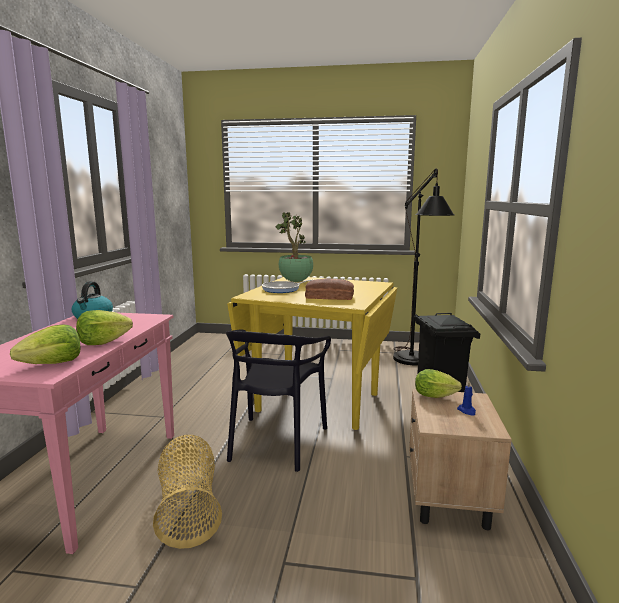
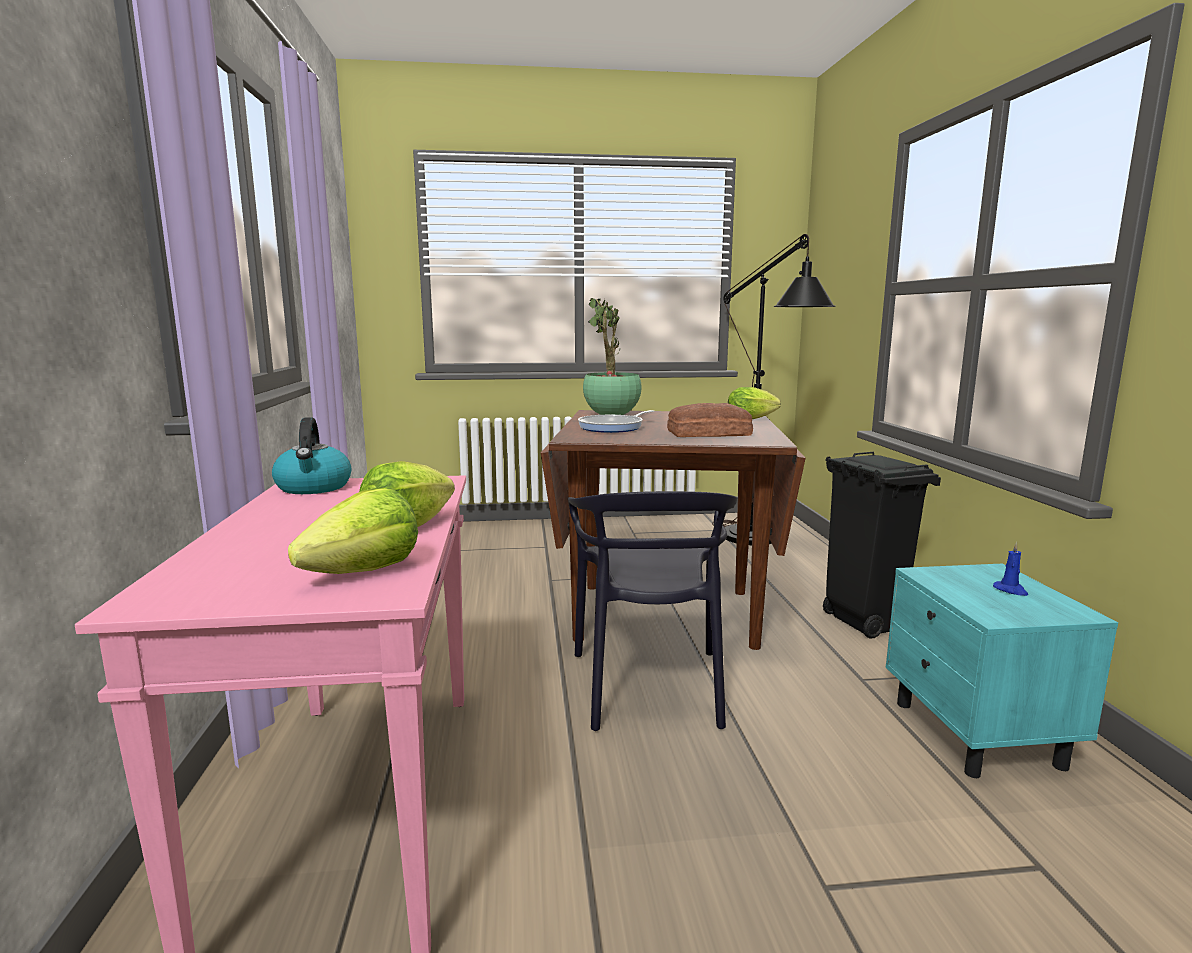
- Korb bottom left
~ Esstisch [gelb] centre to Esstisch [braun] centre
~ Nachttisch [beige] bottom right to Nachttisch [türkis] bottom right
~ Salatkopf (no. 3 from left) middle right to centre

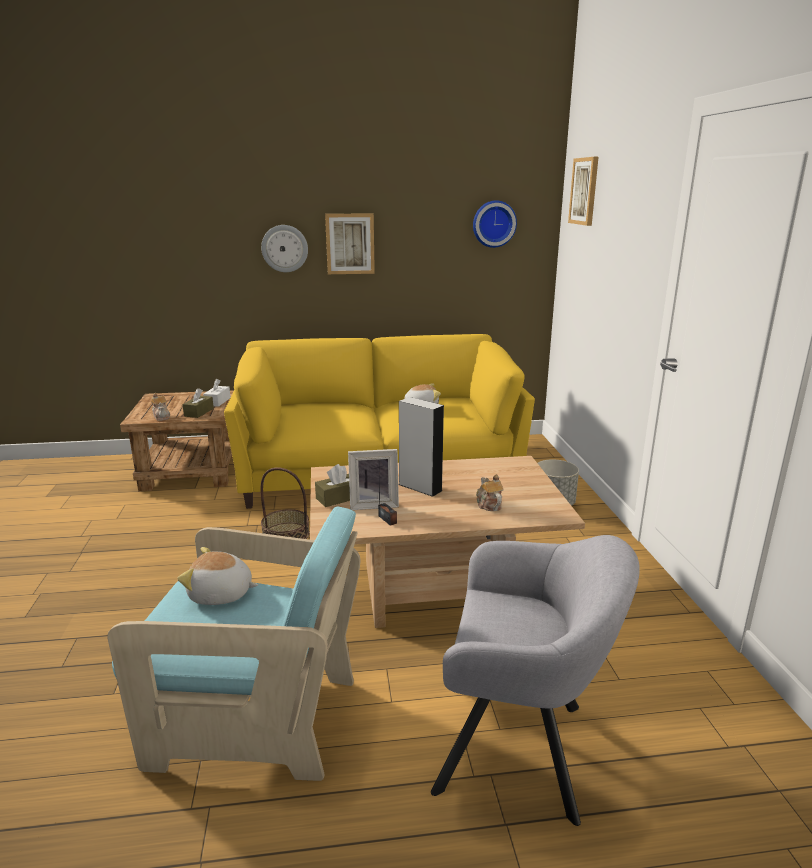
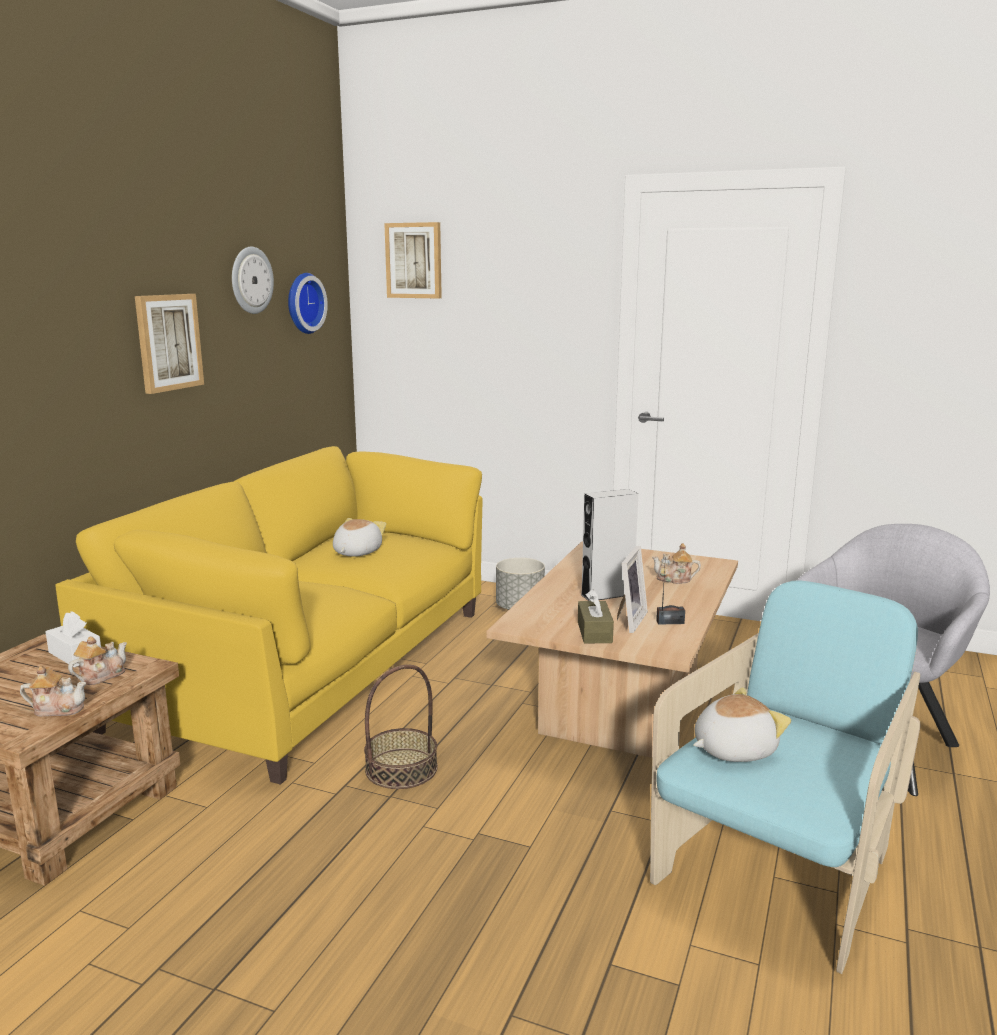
~ Plüschtier (no. 1 from left in the first image) middle left = bottom right 150 degrees counterclockwise
~ Taschentuchbox [braun] (no. 1 from left) middle left to Teekanne (no. 2 from left) middle left
~ Wanduhr (no. 1 from left) top centre to top left

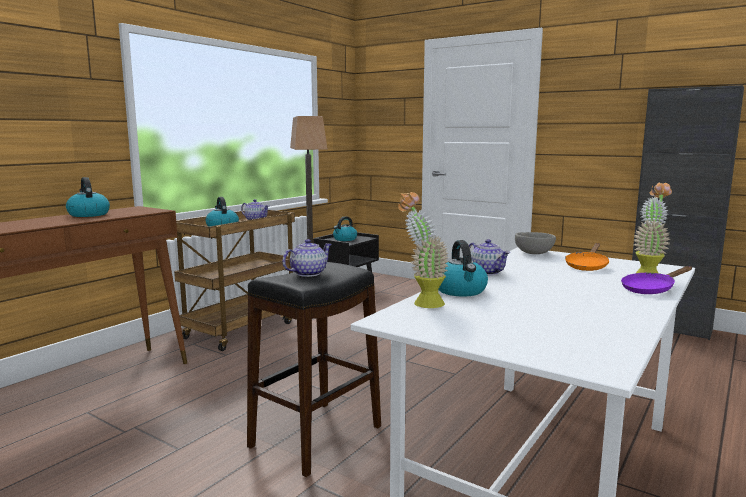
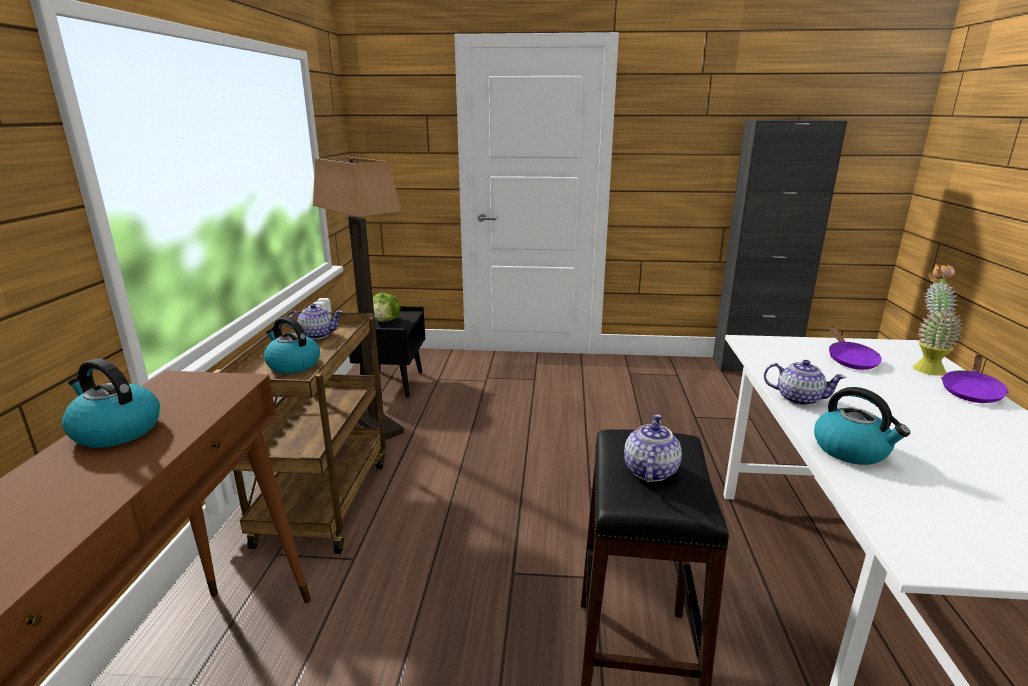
~ Wasserkessel (no. 3 from left) centre to Salatkopf centre
- Topfpflanze (no. 1 from left) centre
- Schüssel [grau] middle right
~ Pfanne [orange] middle right to Pfanne [lila] (no. 1 from left) middle right

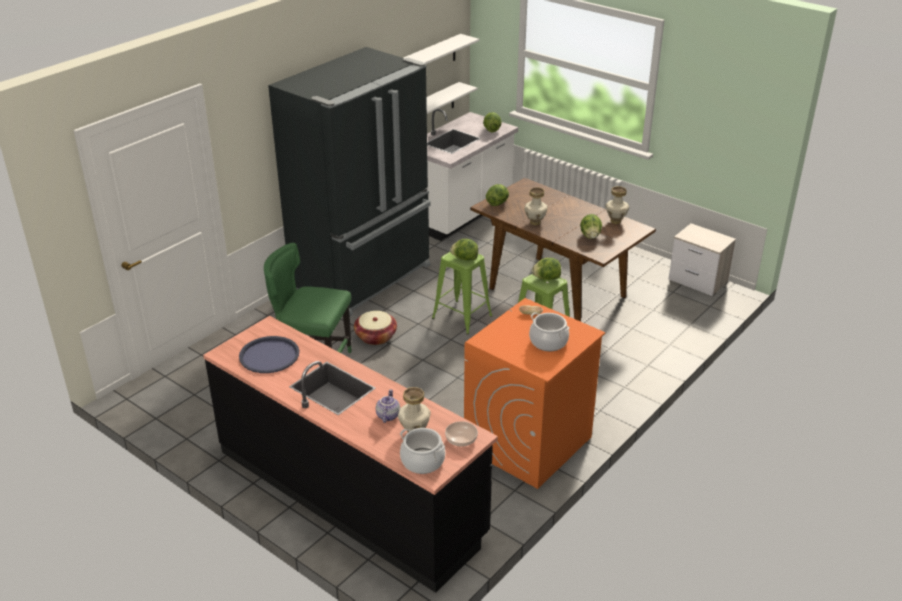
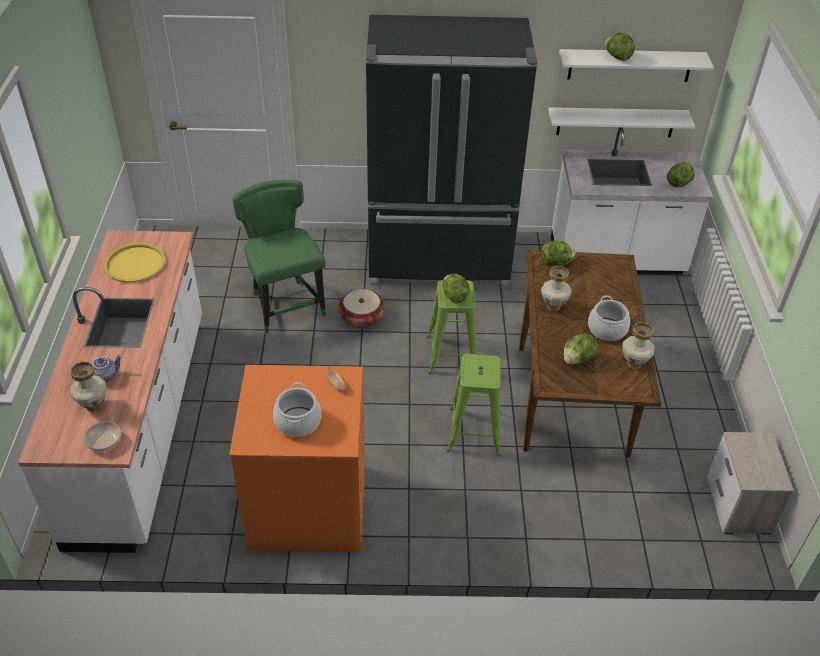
~ Küchenzeile [schwarz] bottom centre to Küchenzeile [weiß] (no. 1 from left) middle left
~ Tablett [blau] middle left to Tablett [gelb] middle left
~ Kochtopf (no. 1 from left in the first image) bottom centre to Kochtopf (no. 2 from left) middle right
~ Salatkopf (no. 4 from left) centre to top right

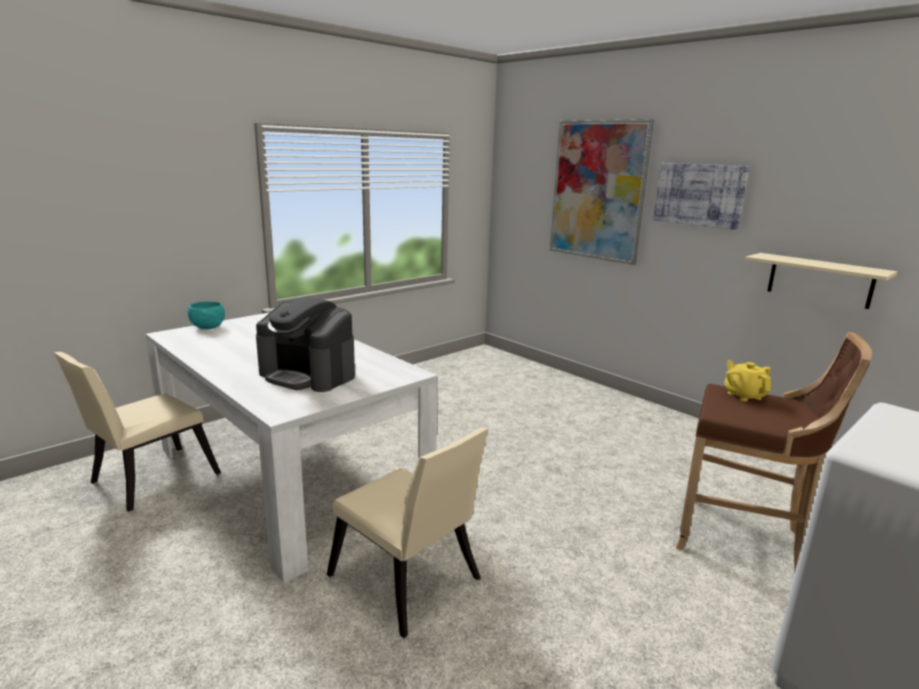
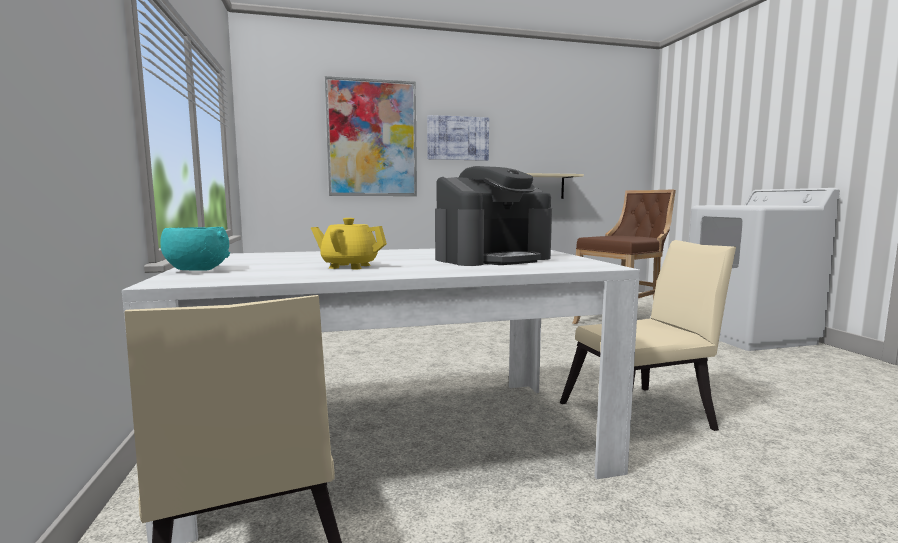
~ Teekanne [gelb] middle right to centre

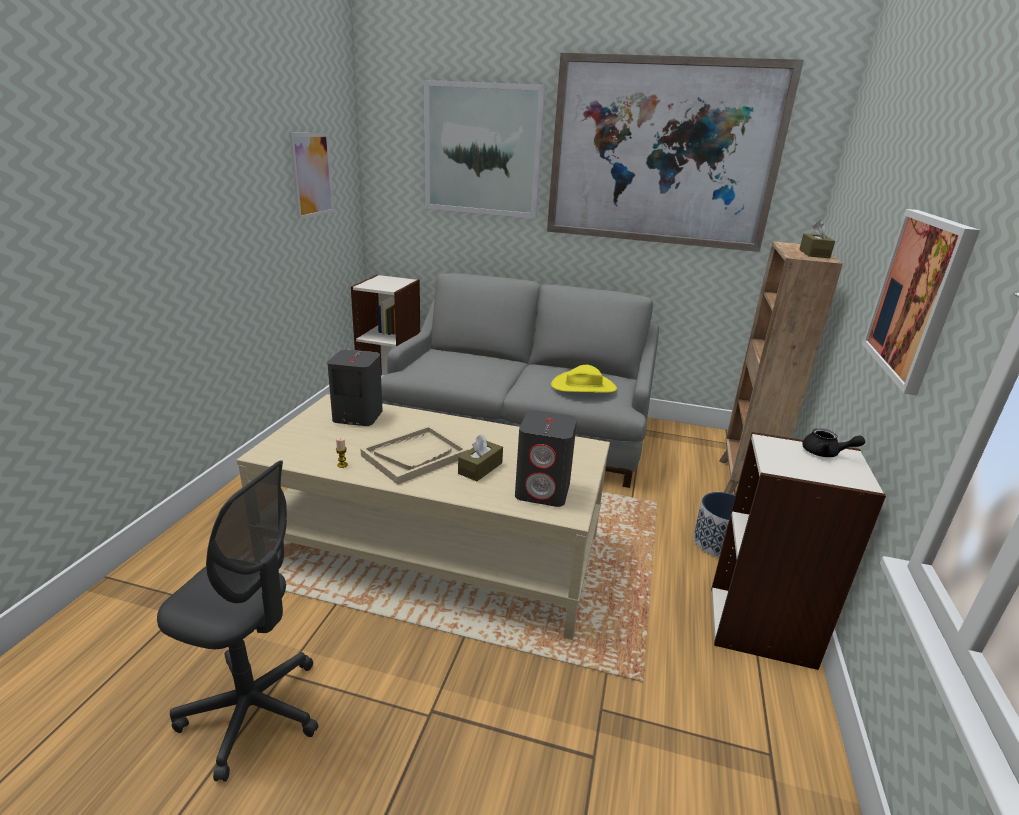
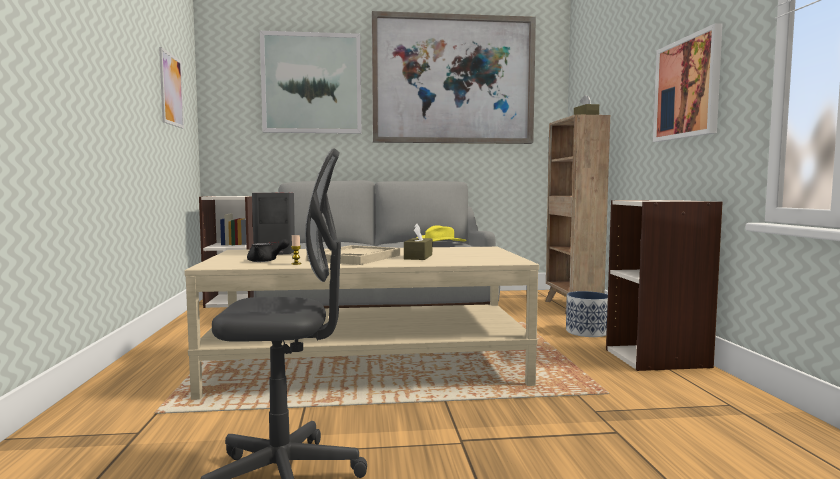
- Lautsprecher [grau] (no. 2 from left) centre
~ Teekanne [schwarz] middle right to middle left

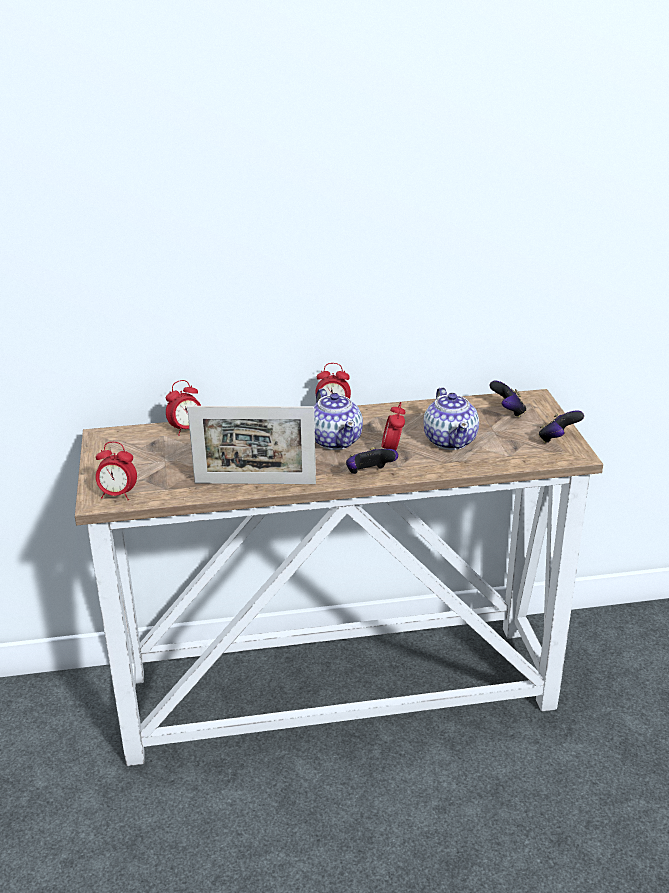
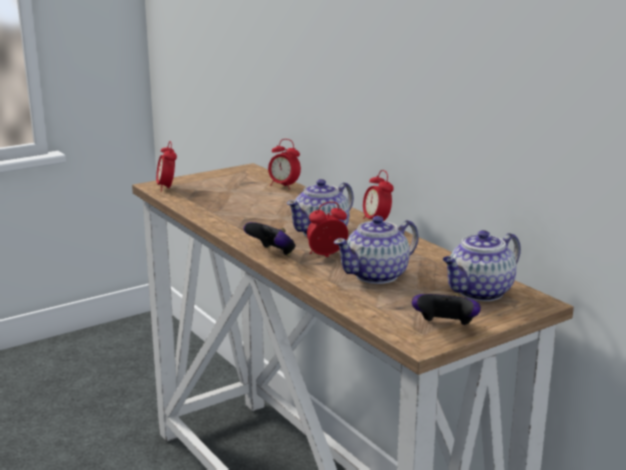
- Bilderrahmen centre
~ Gamepad (no. 2 from left) middle right to Teekanne (no. 3 from left) middle right

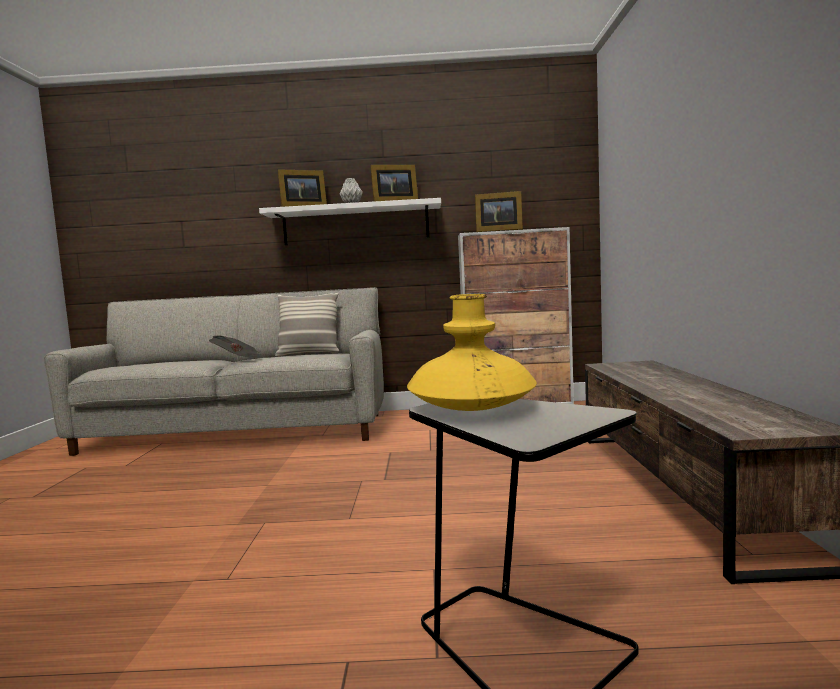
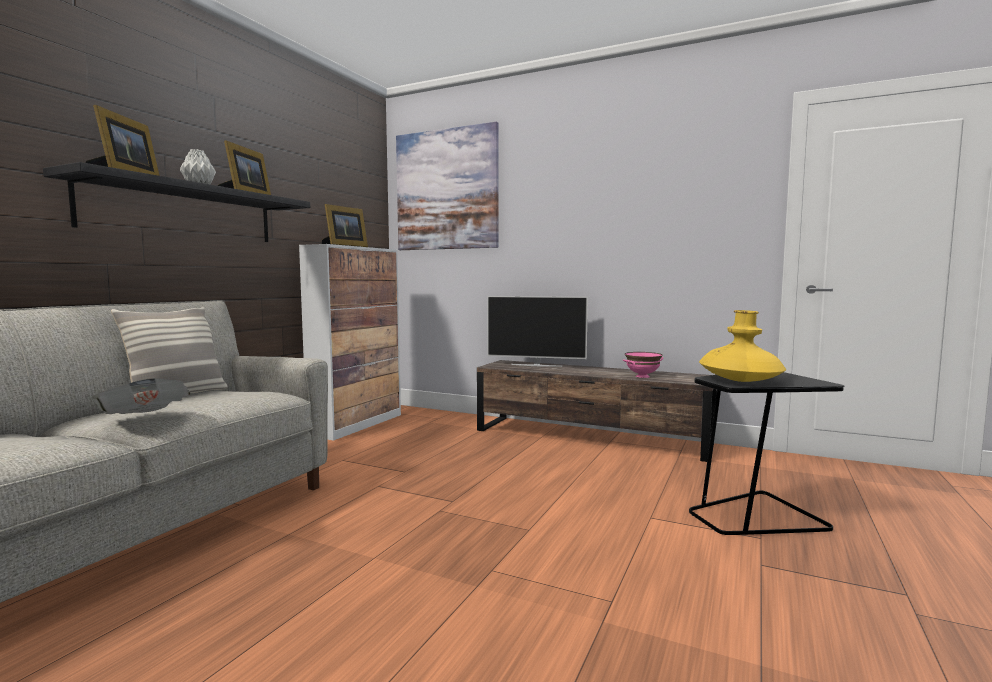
~ Wandregal [weiß] top centre to Wandregal [schwarz] top left
+ Bild top centre
+ Fernseher centre
+ Schüssel [rosa] centre

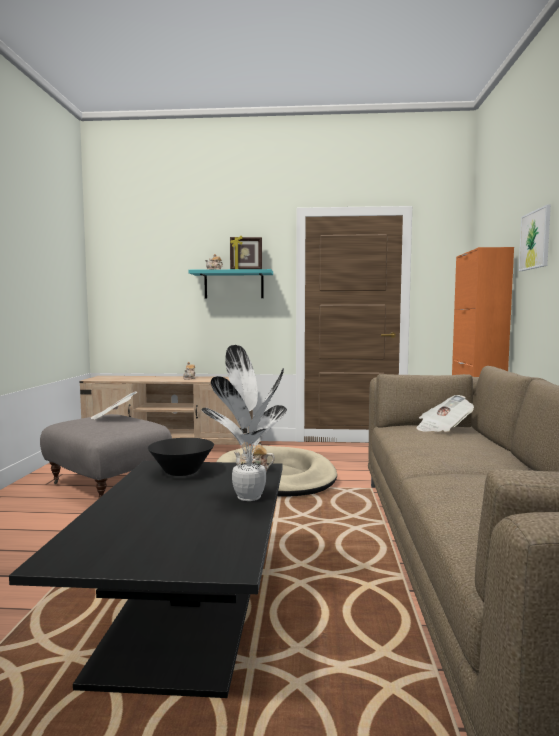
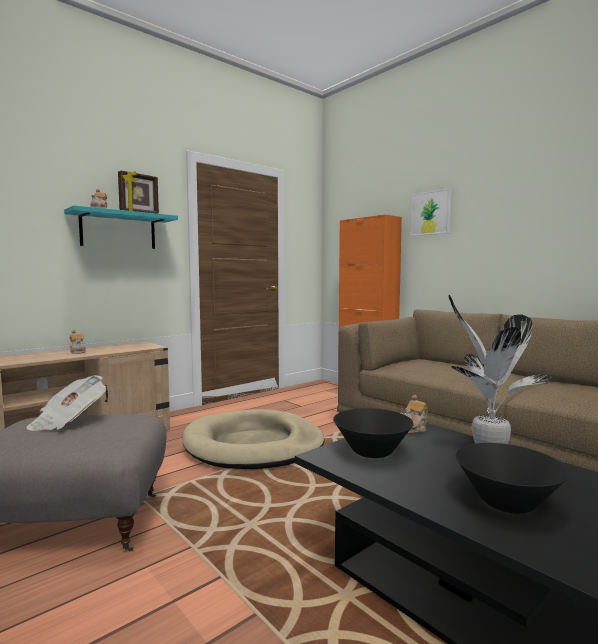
- Zeitung (no. 2 from left) middle right
+ Schüssel [schwarz] (no. 2 from left) bottom right

